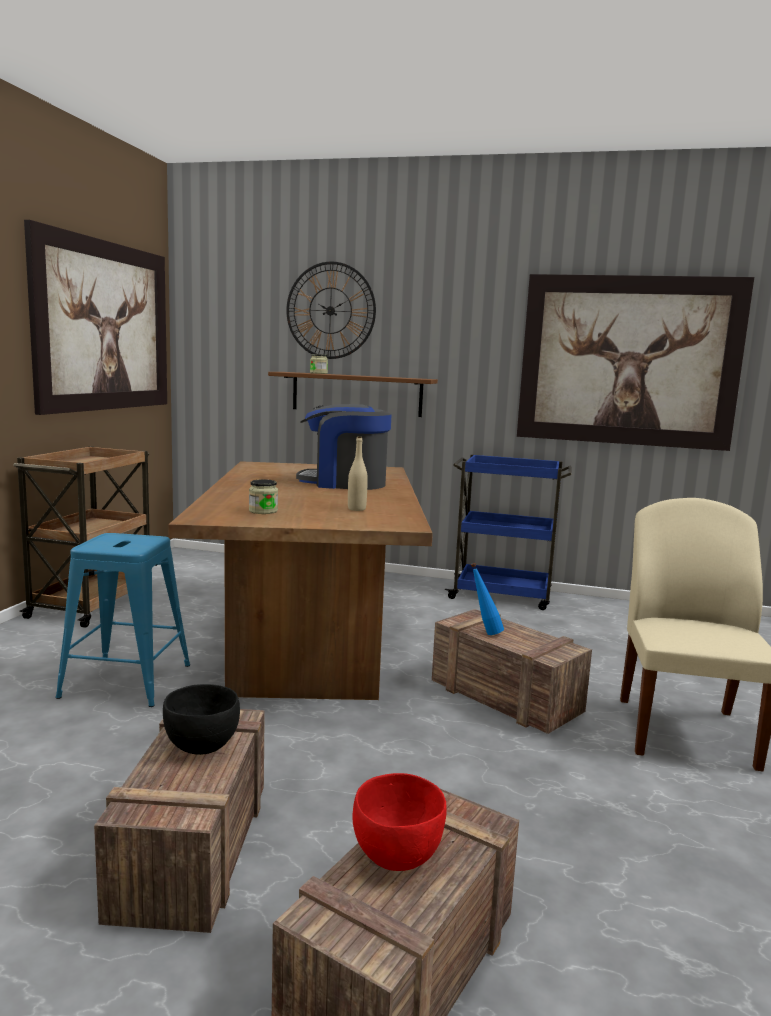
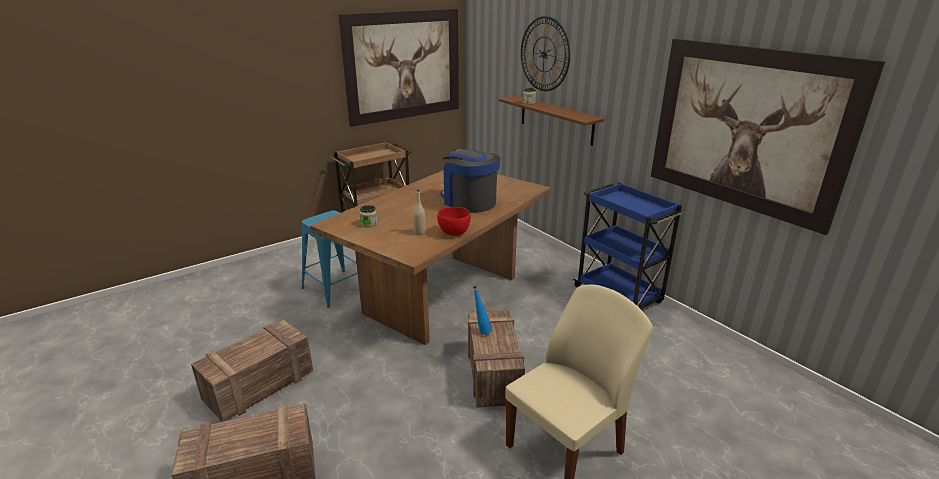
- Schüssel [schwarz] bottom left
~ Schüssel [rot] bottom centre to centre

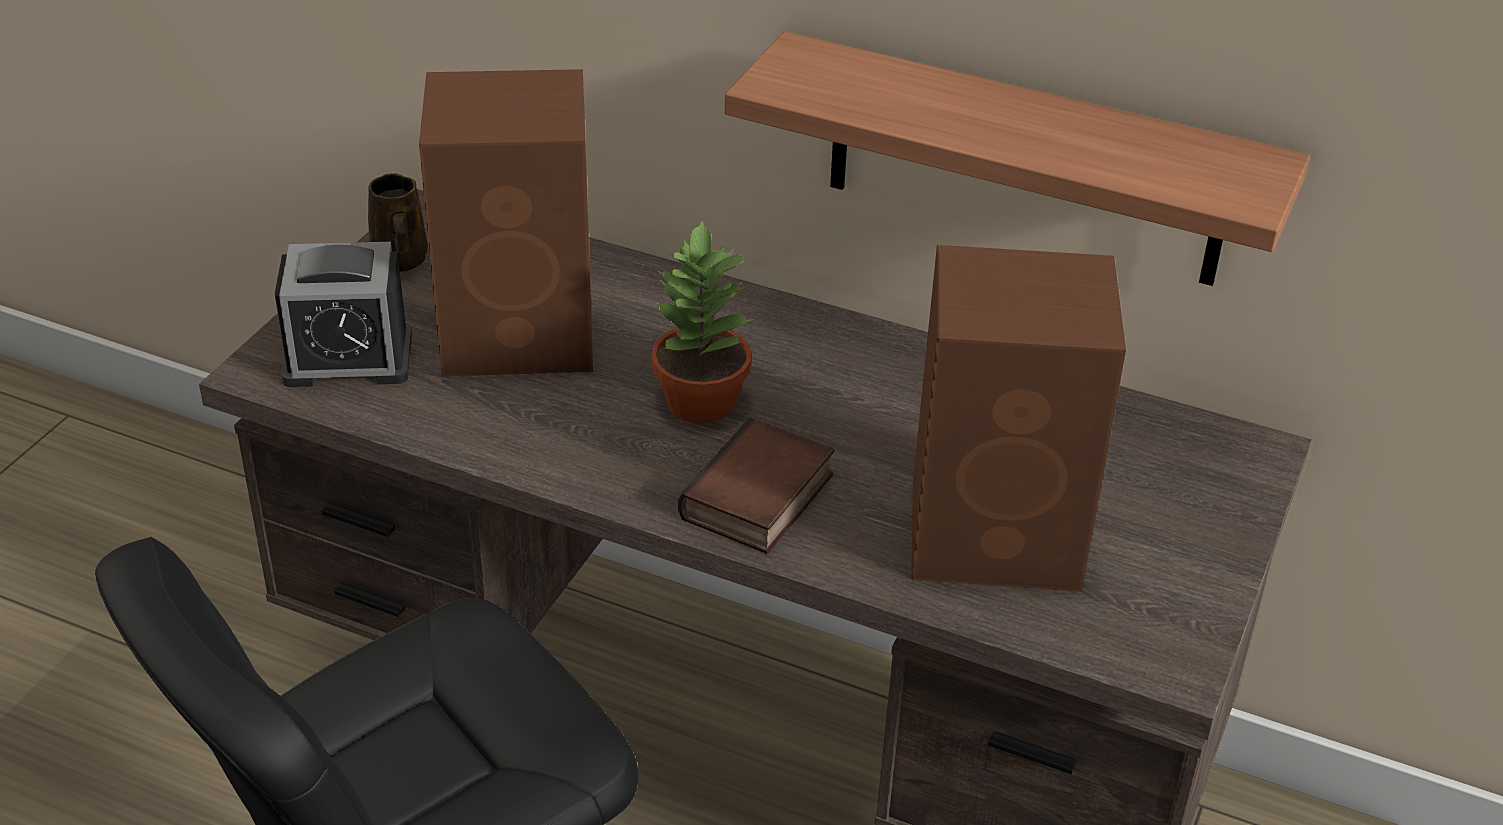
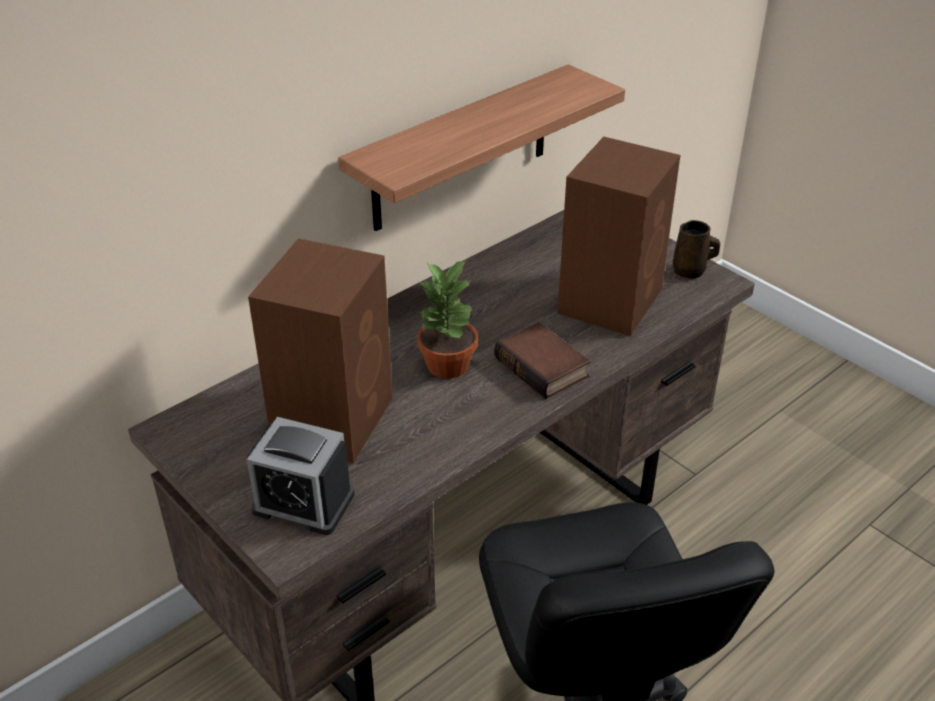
~ Wecker middle left = bottom left 90 degrees clockwise
~ Henkelbecher [braun] top left to middle right

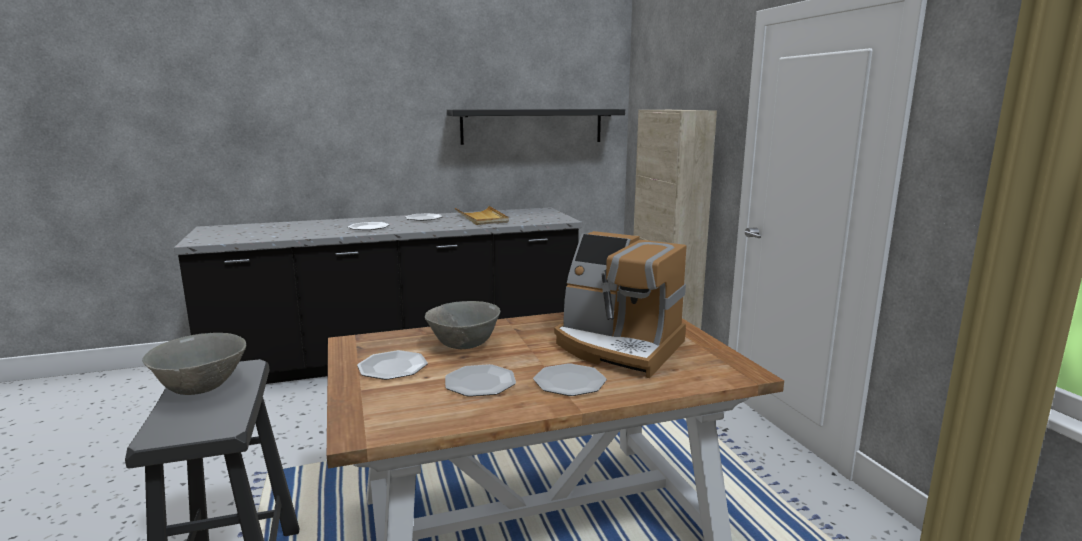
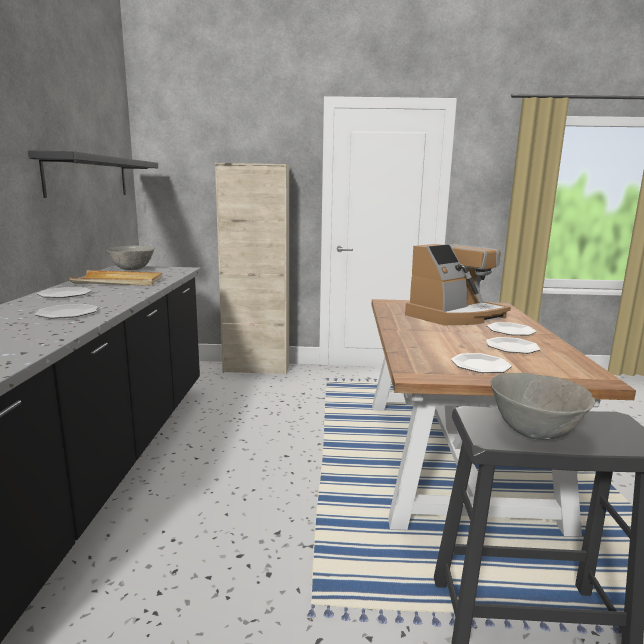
~ Schüssel [grau] (no. 2 from left in the first image) centre to Schüssel [grau] (no. 1 from left) middle left

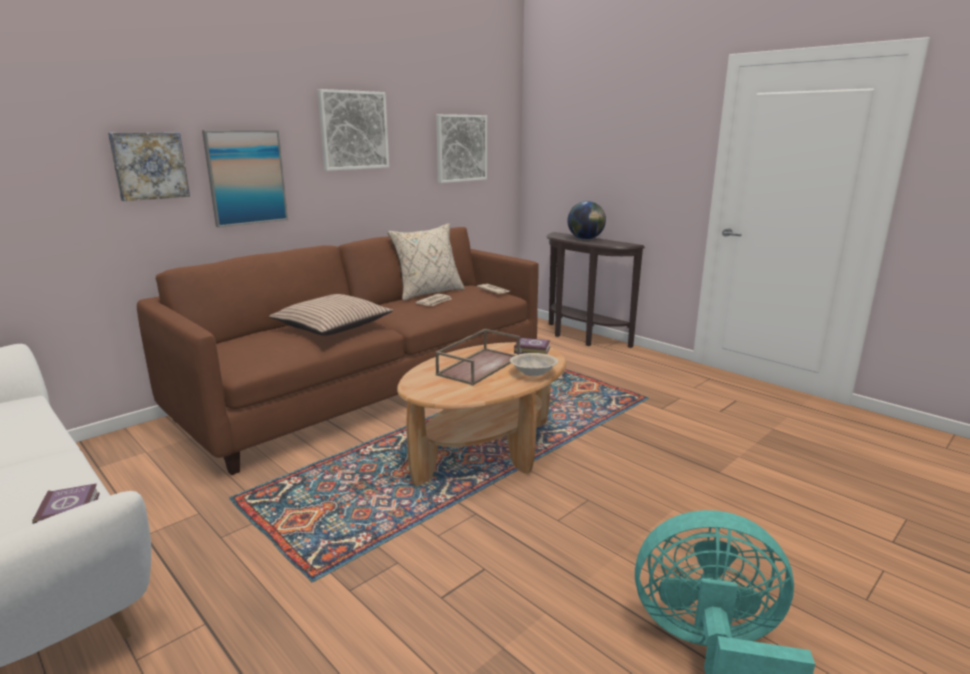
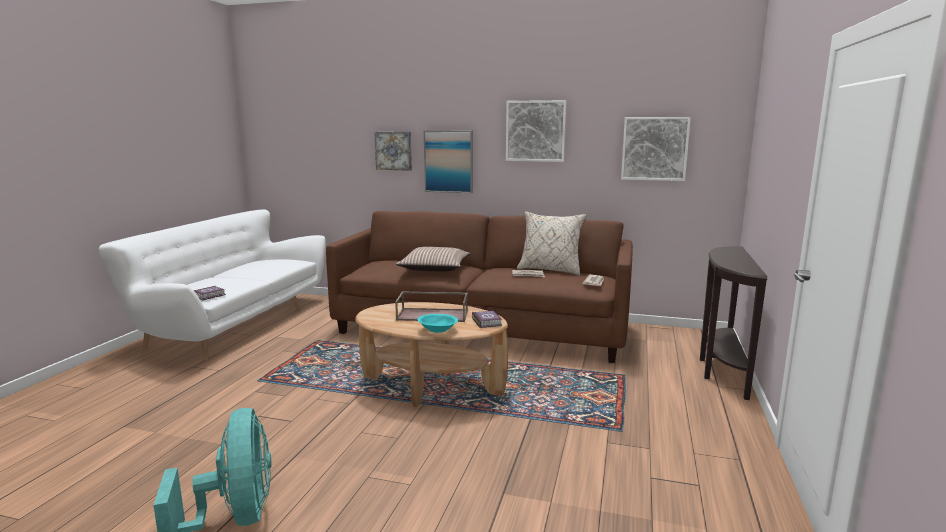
~ Schüssel [beige] centre to Schüssel [türkis] centre
- Globus top centre

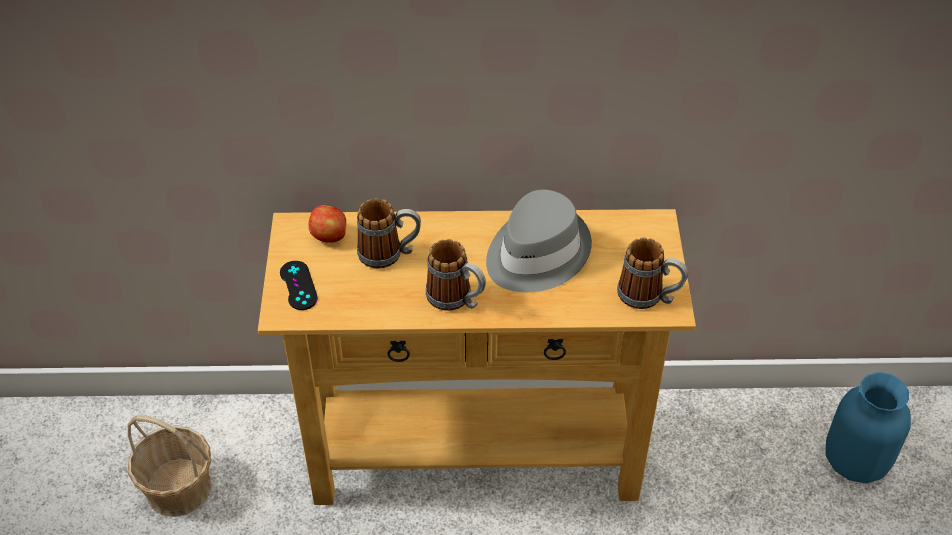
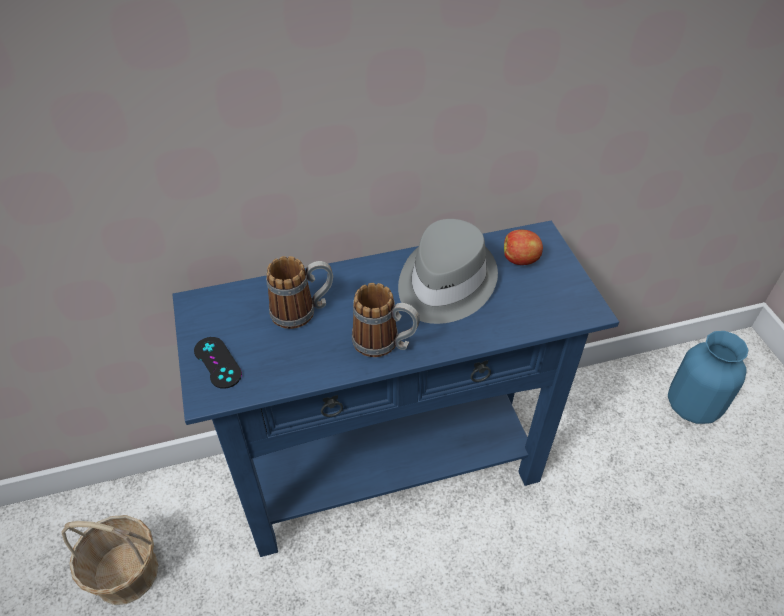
~ Konsolentisch [beige] bottom centre to Konsolentisch [blau] centre
~ Apfel centre to middle right
- Henkelbecher (no. 3 from left) middle right

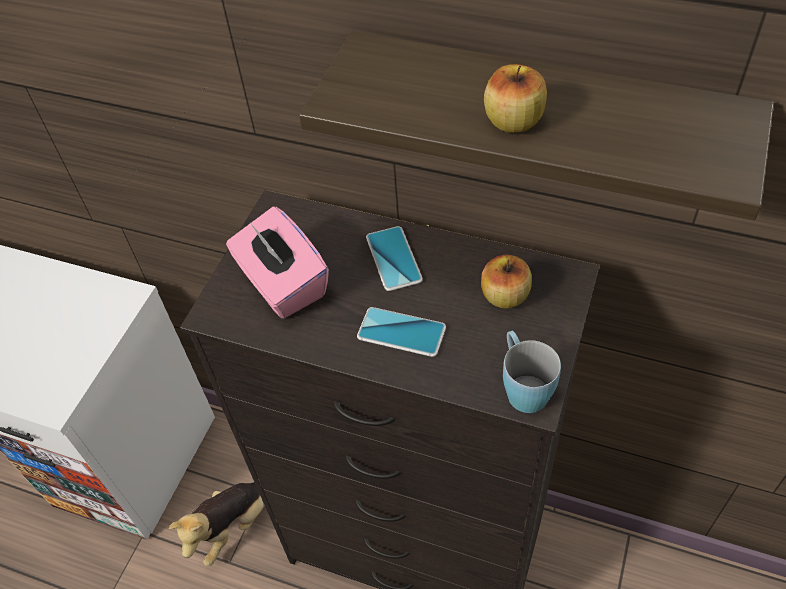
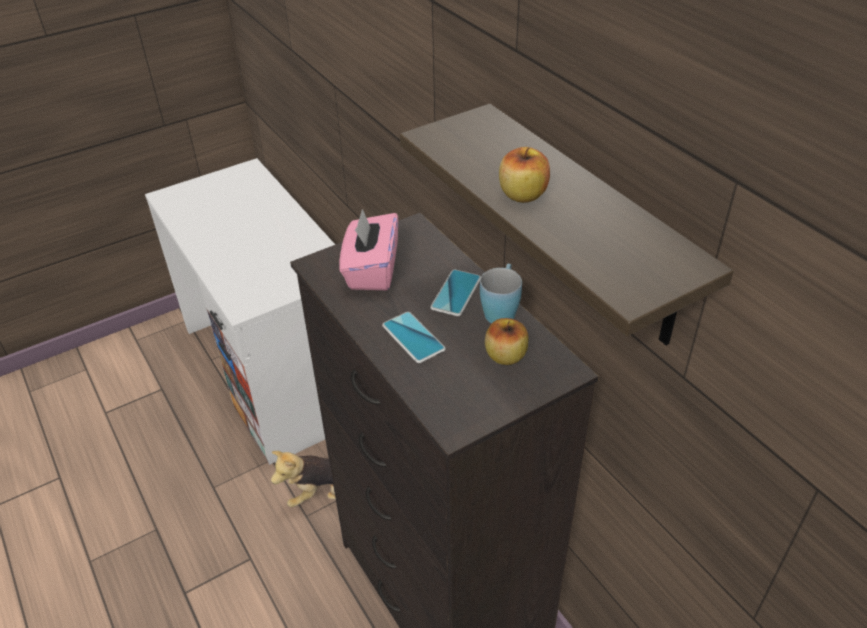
~ Henkelbecher [blau] middle right to centre

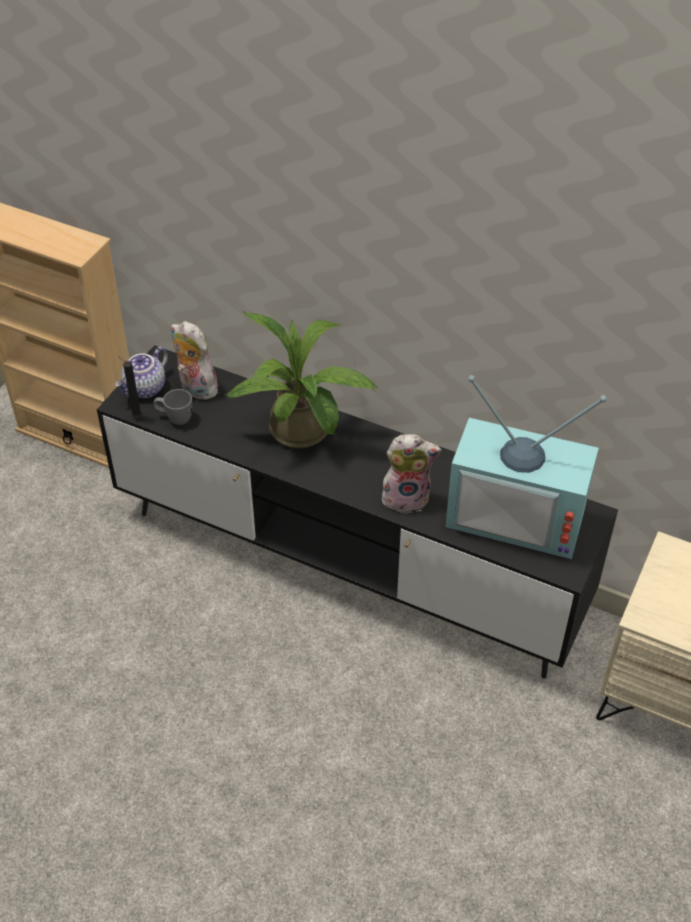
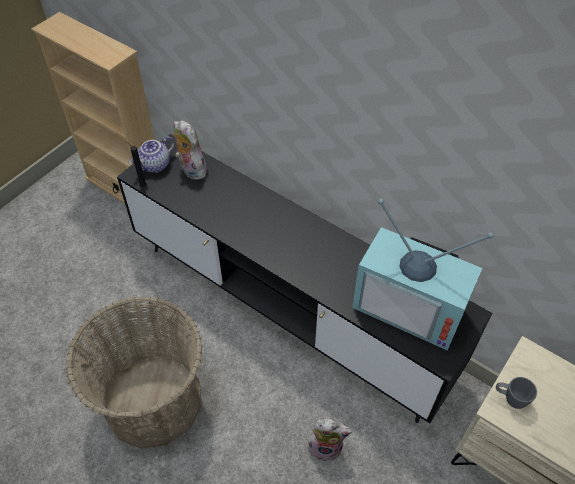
~ Henkelbecher [grau] middle left to bottom right
- Topfpflanze centre
~ Plüschtier (no. 2 from left) centre to bottom centre
+ Korb bottom left

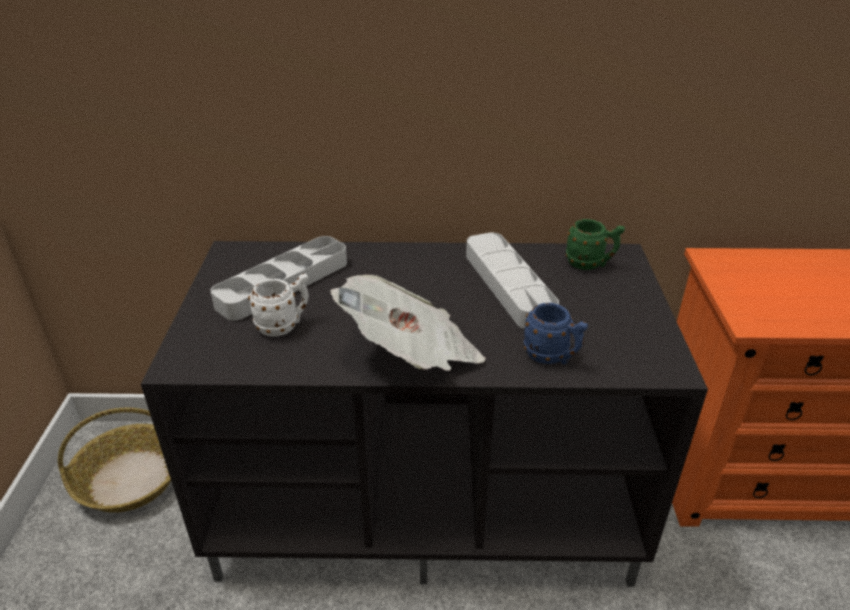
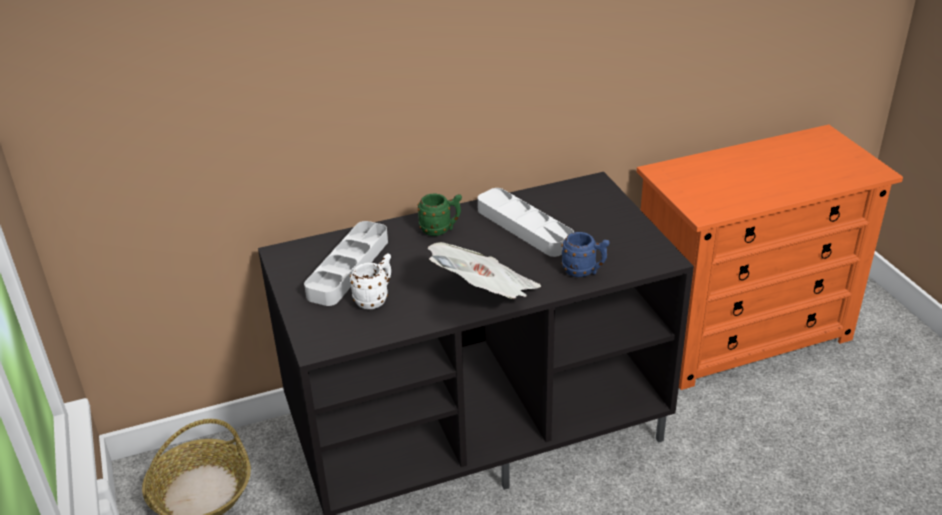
~ Henkelbecher [grün] middle right to centre

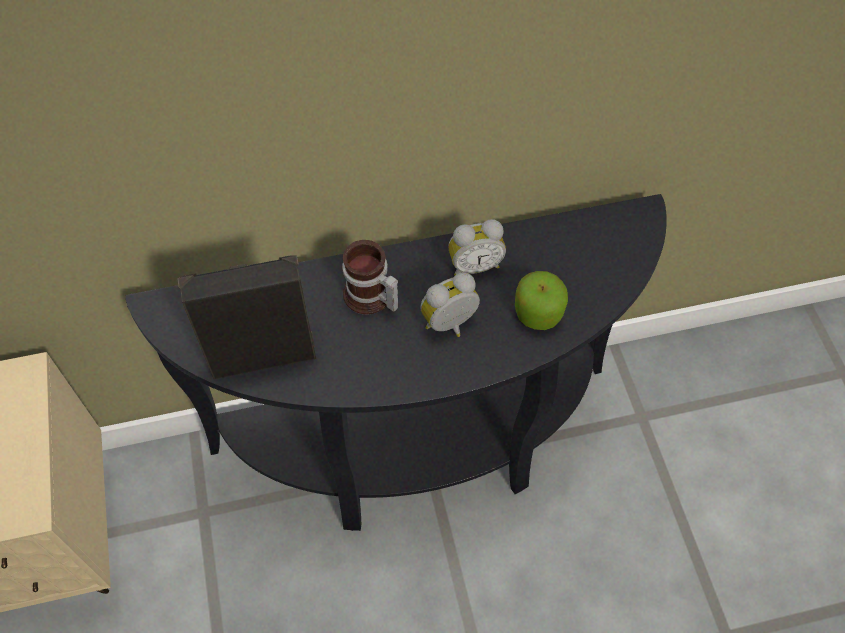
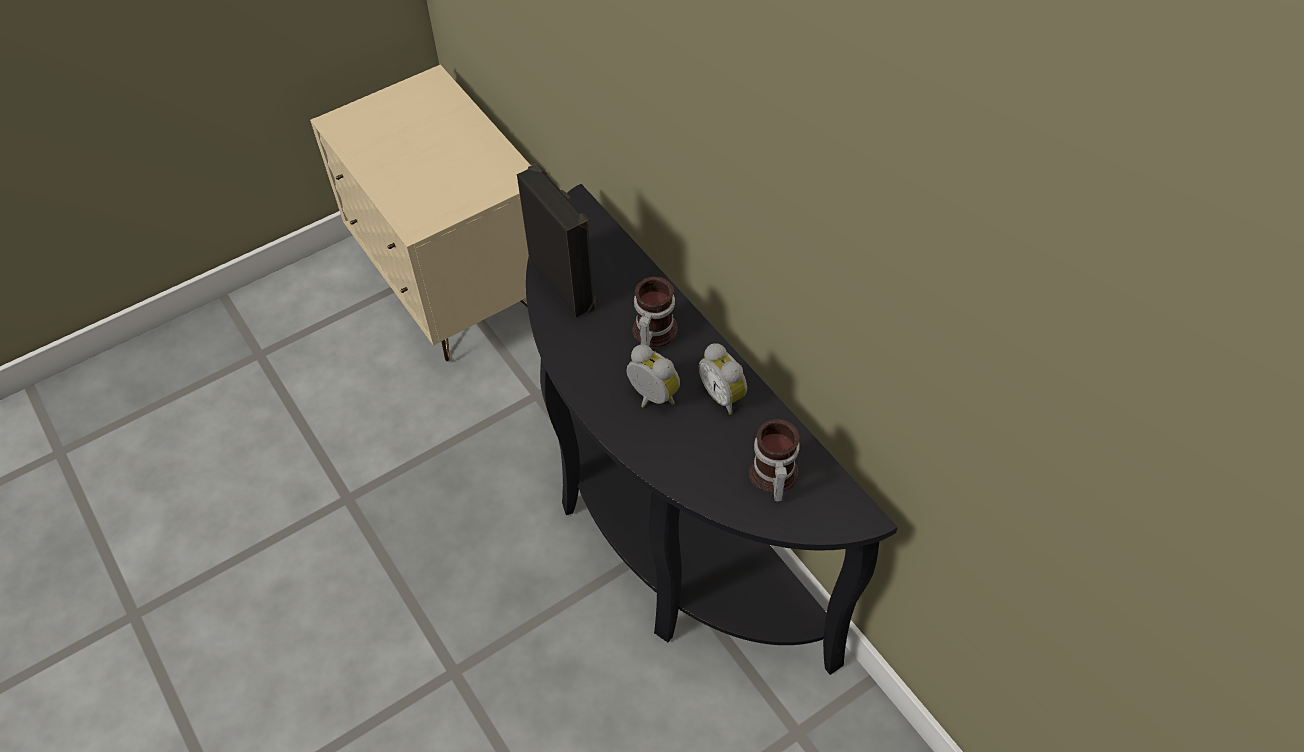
- Apfel centre
+ Henkelbecher (no. 2 from left) centre

